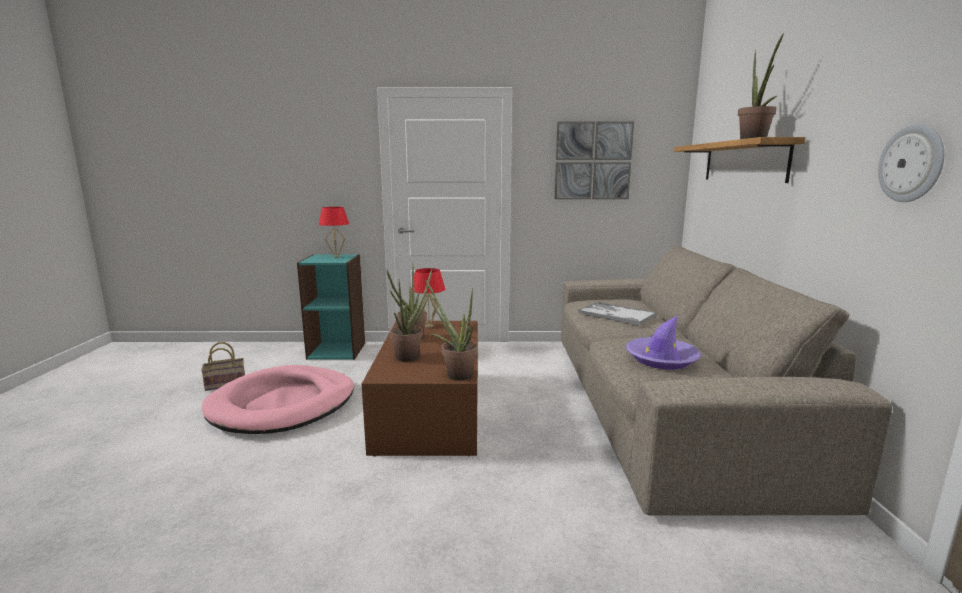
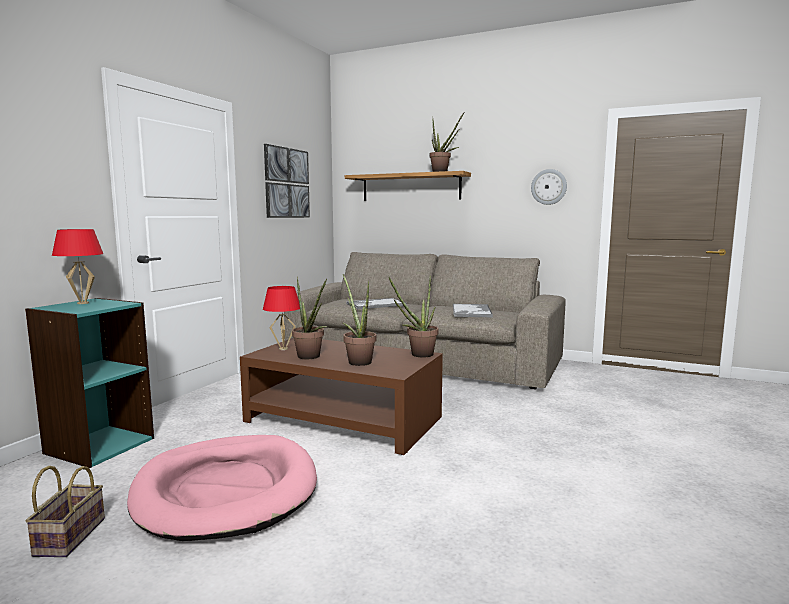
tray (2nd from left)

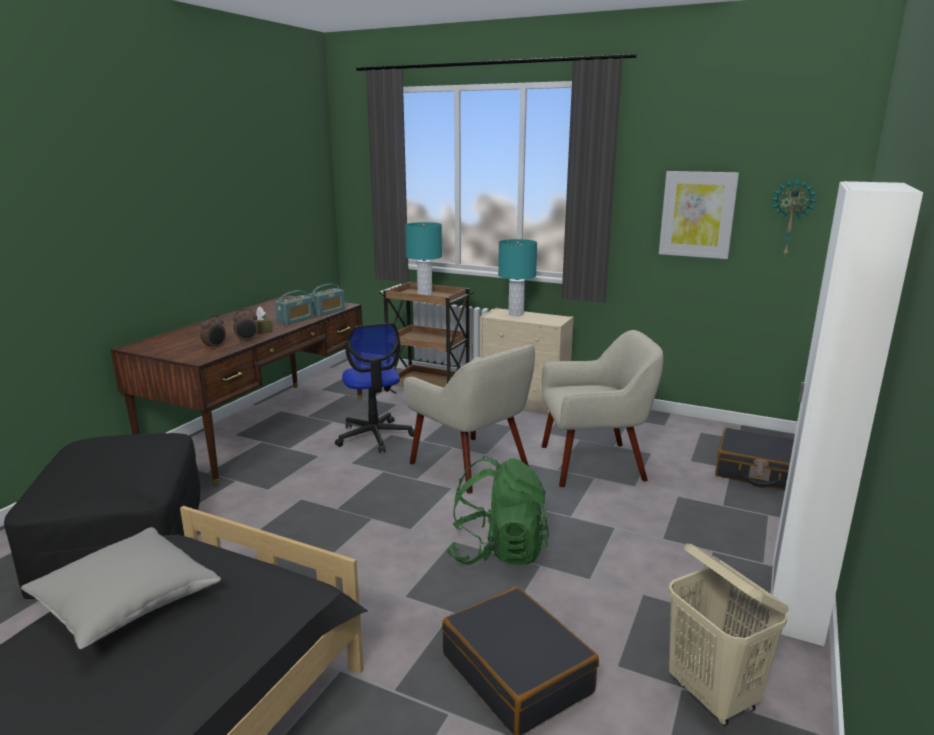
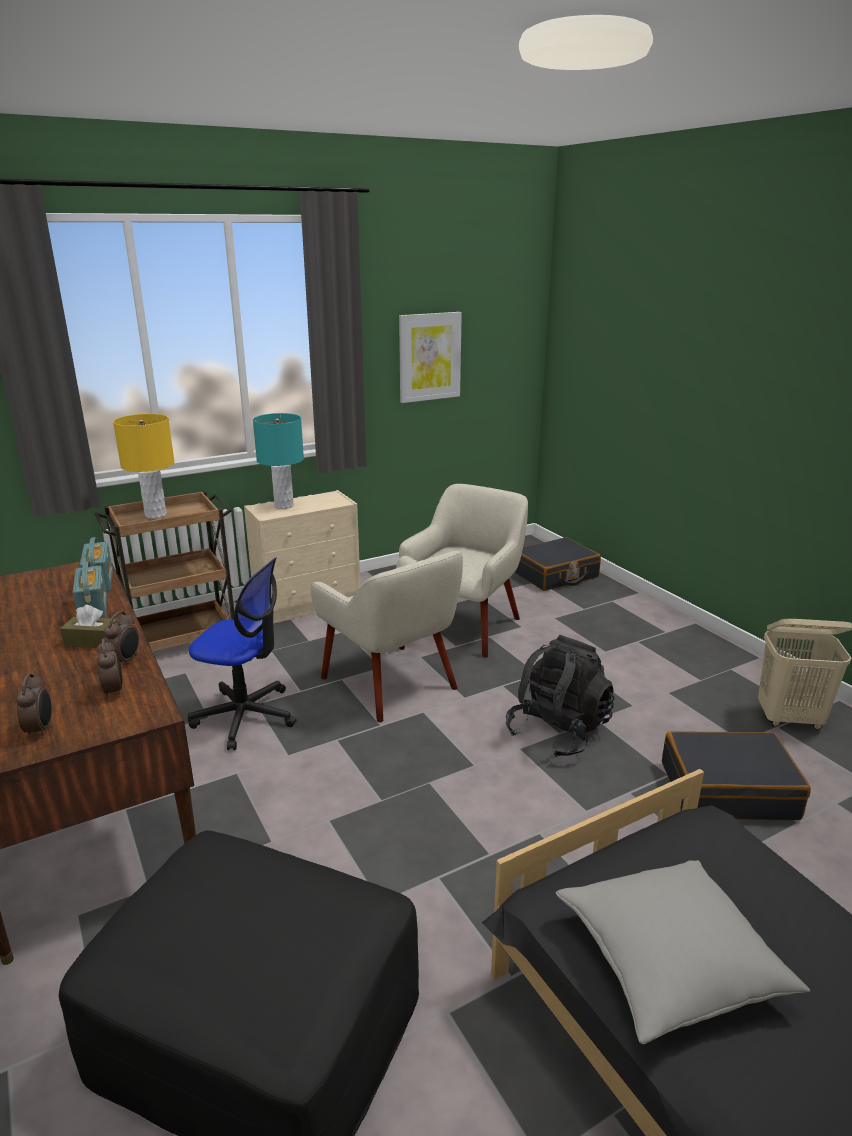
hanging clock
white-coloured clothes cupboard
yellow-coloured table lamp
beige-coloured armchair (1st from left)
blackish knapsack
alarm clock (1st from left)

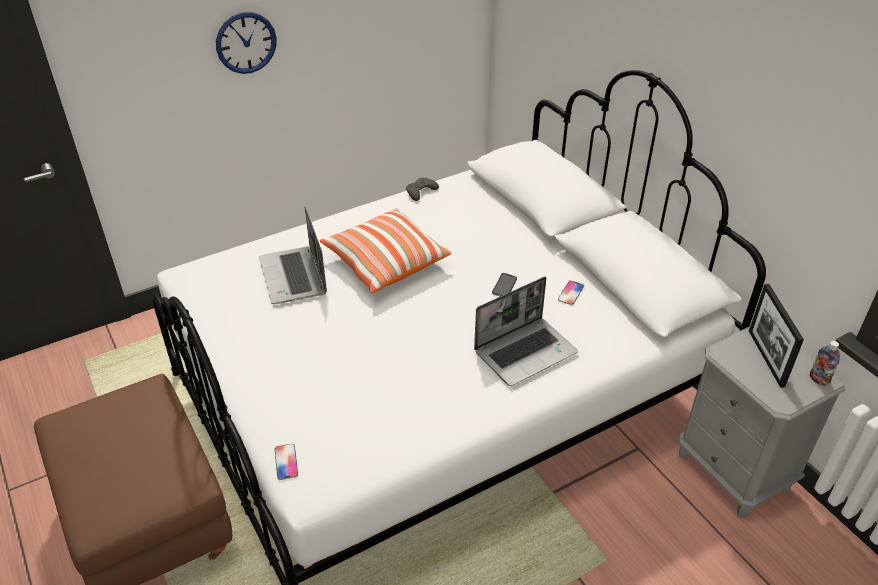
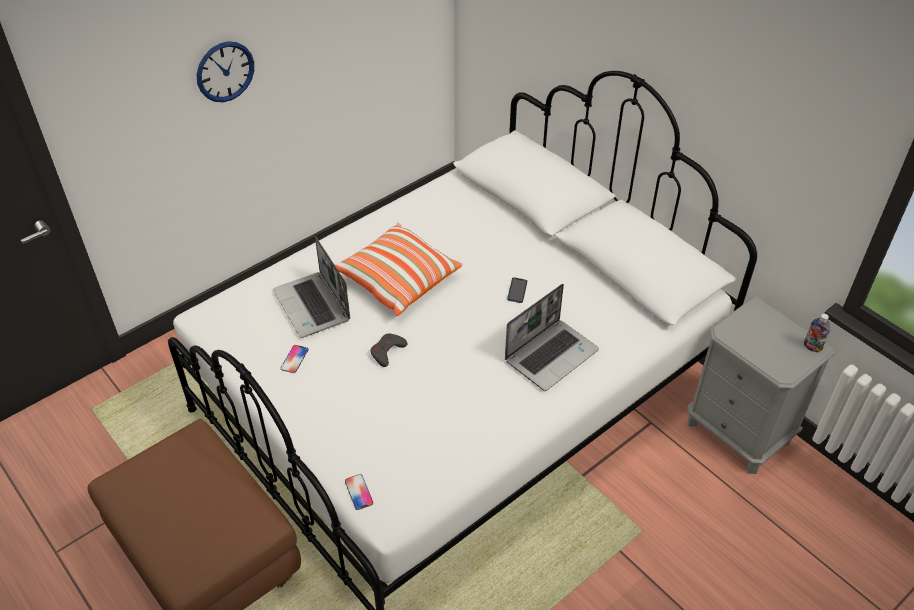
greyish gamepad
telephone (1st from left)
picture frame

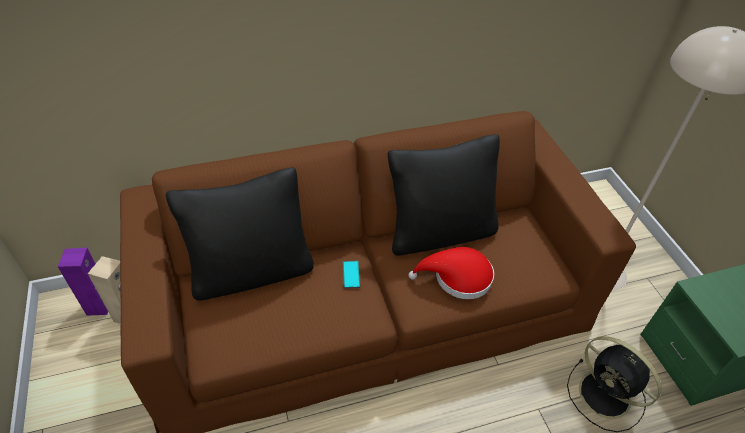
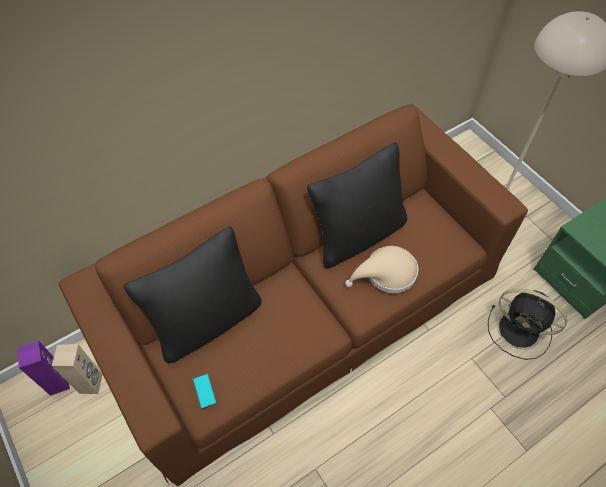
beige-coloured wearable hat
telephone

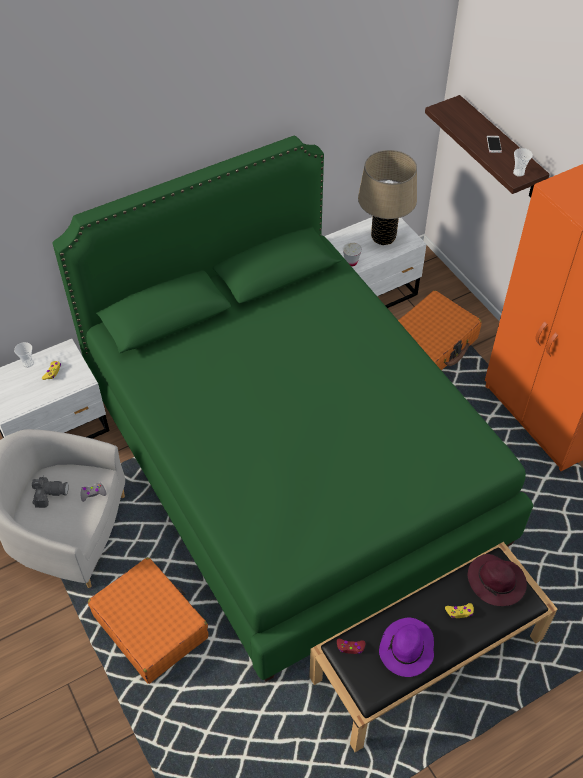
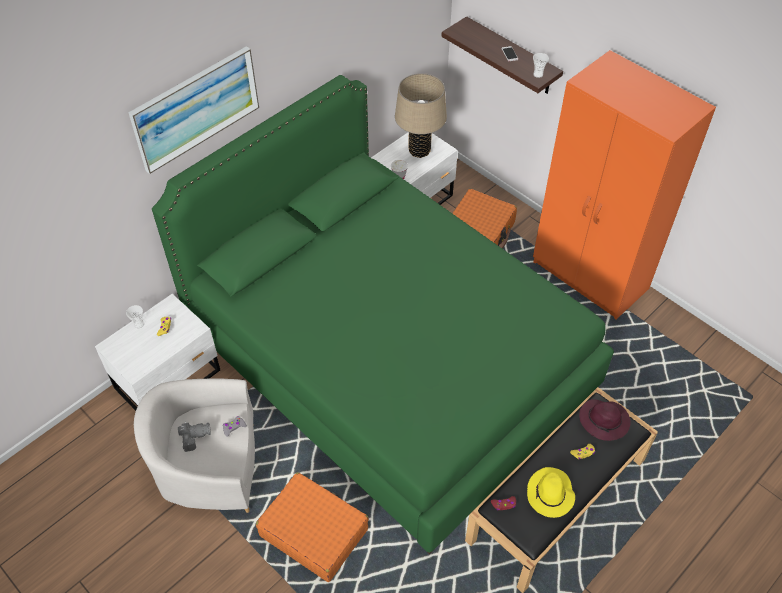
yellow-coloured wearable hat
wall art

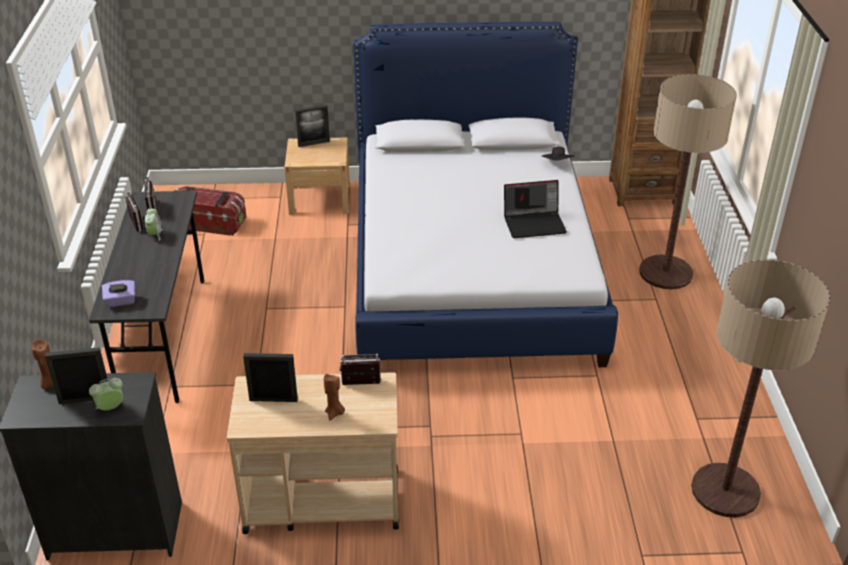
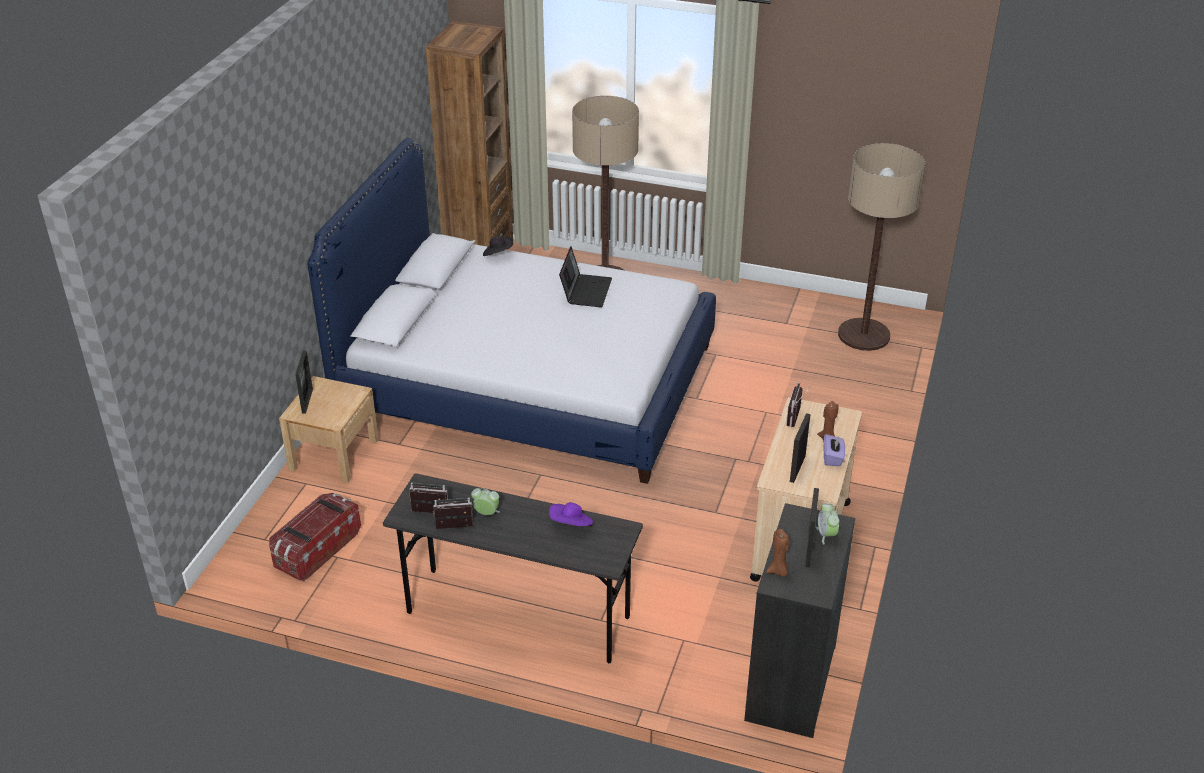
purple tissue holder
purple wearable hat

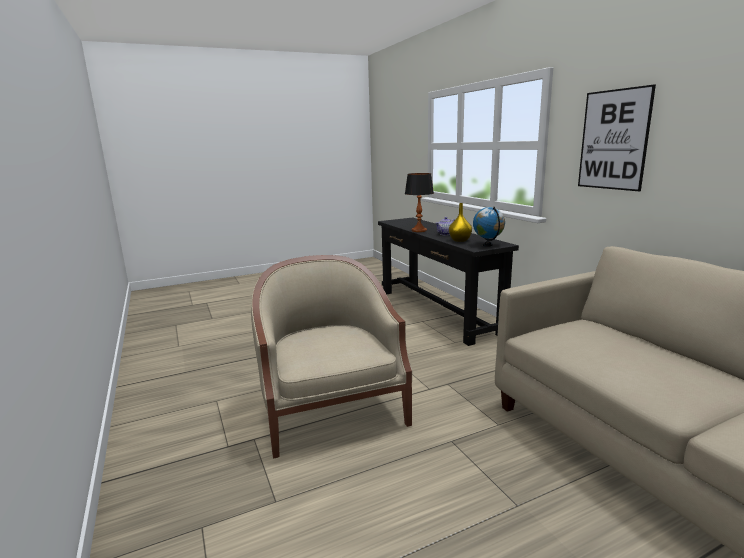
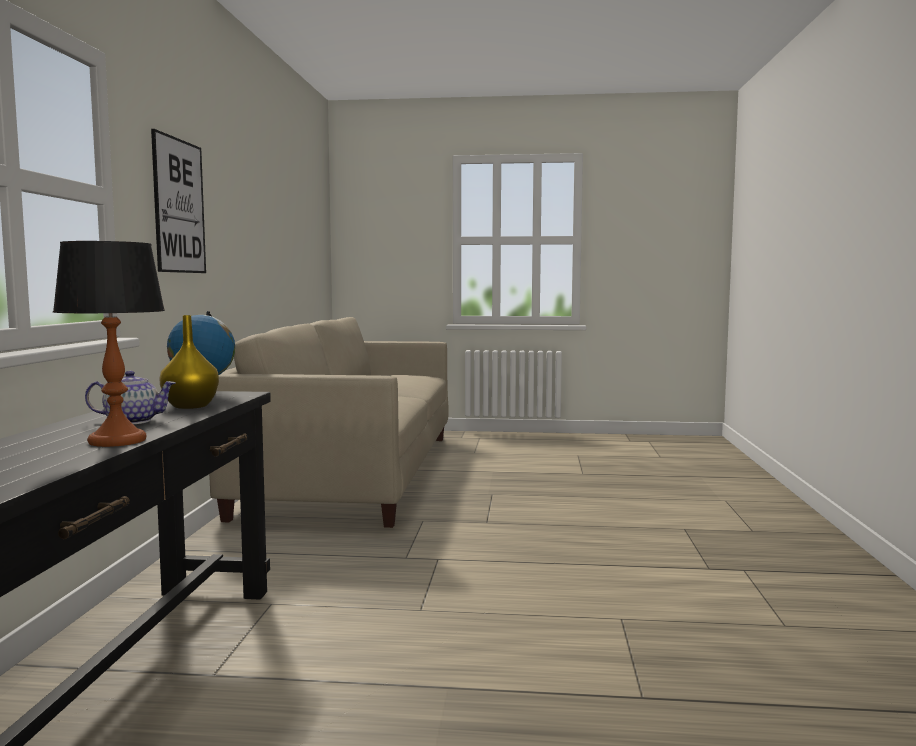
beige-coloured armchair

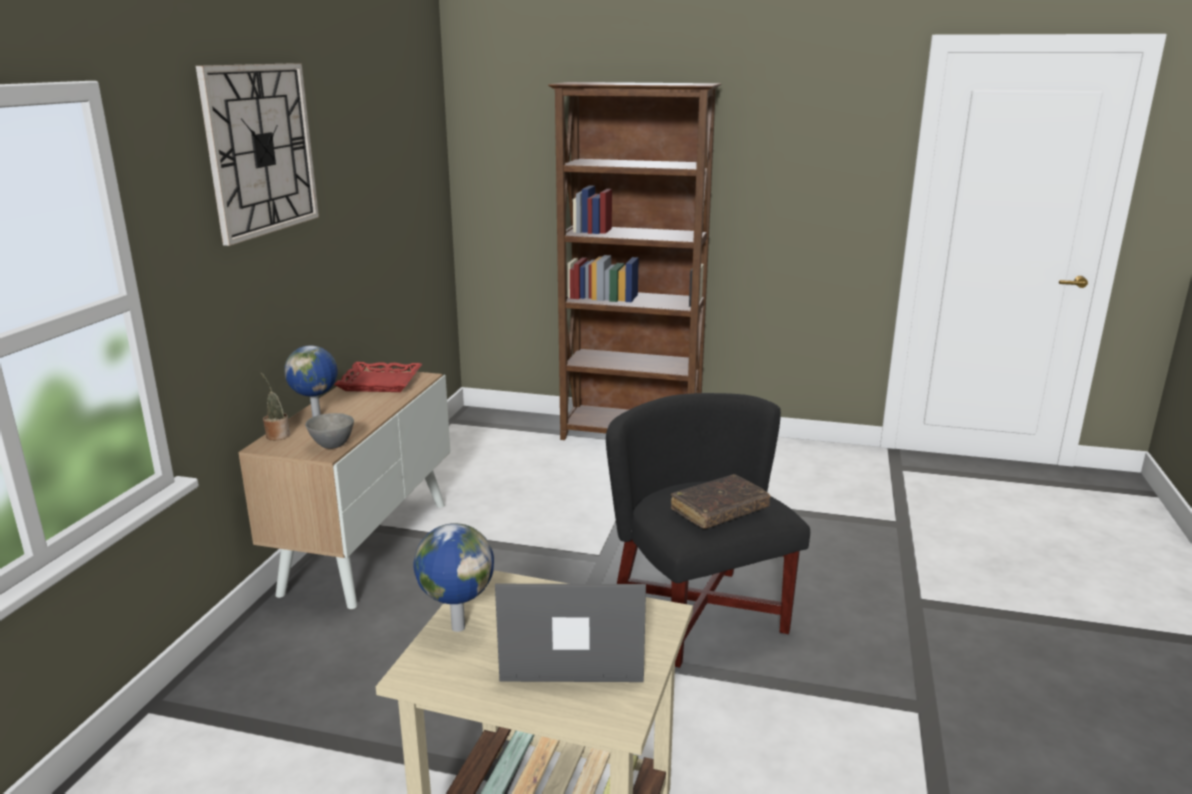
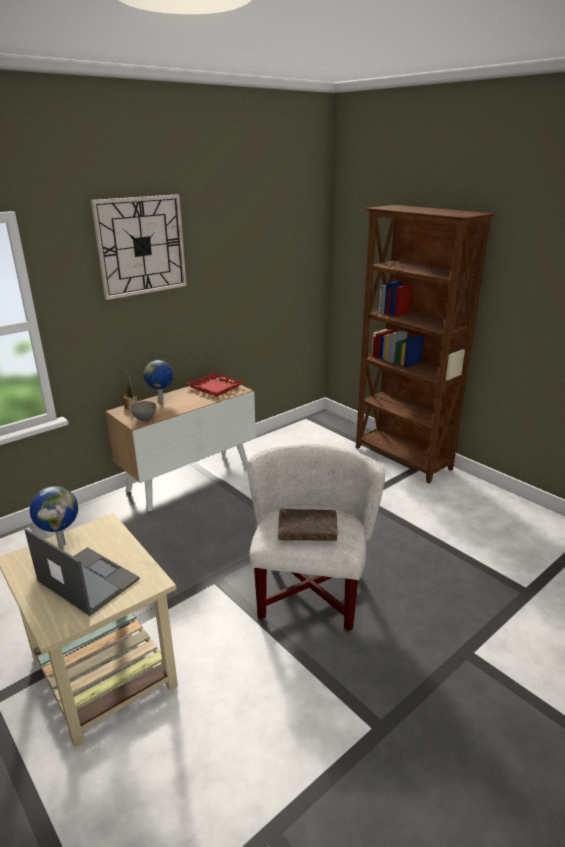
white-coloured armchair

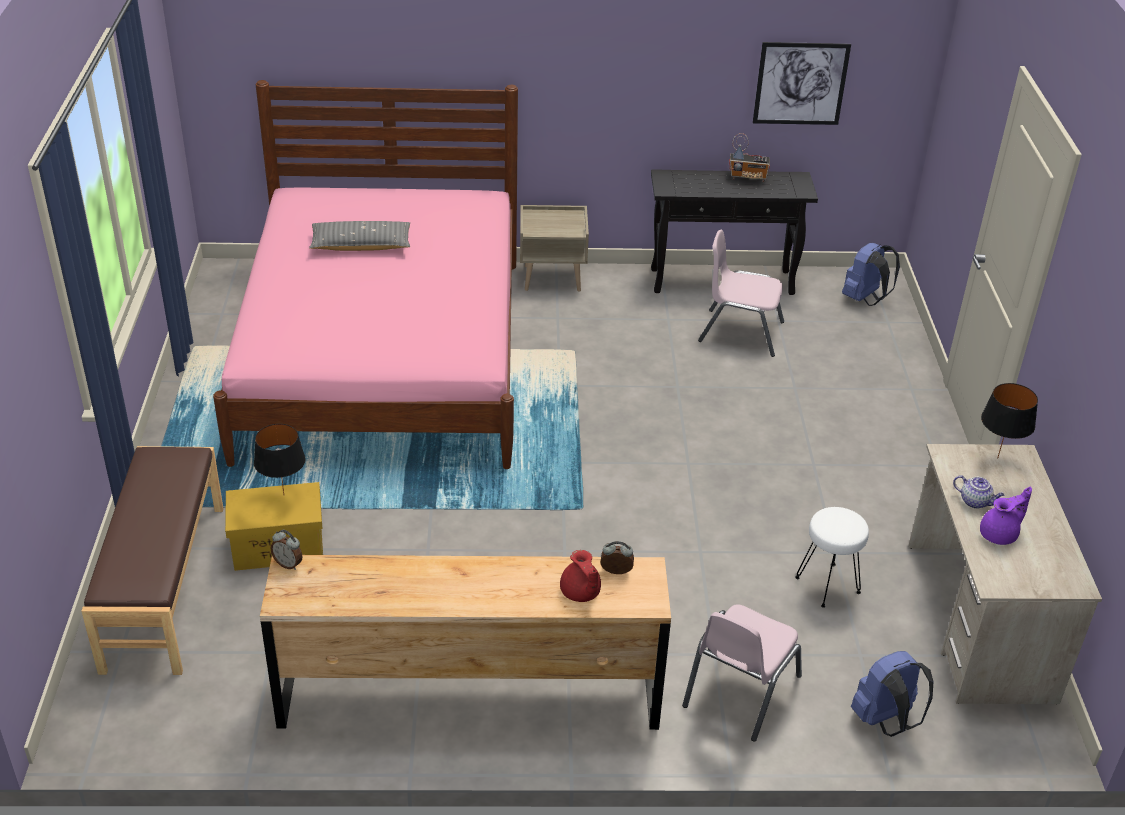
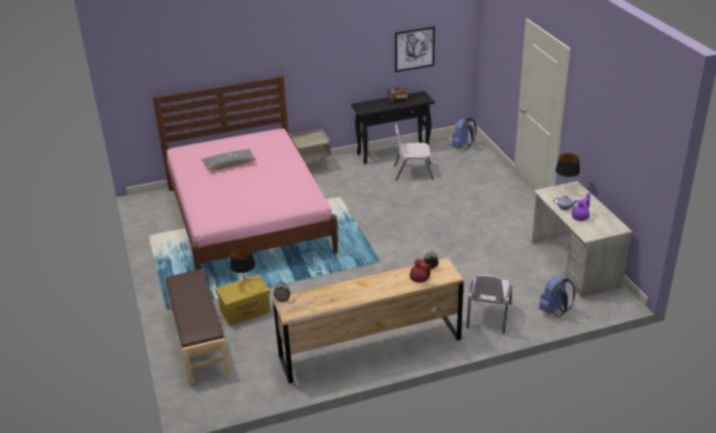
white-coloured stool seat

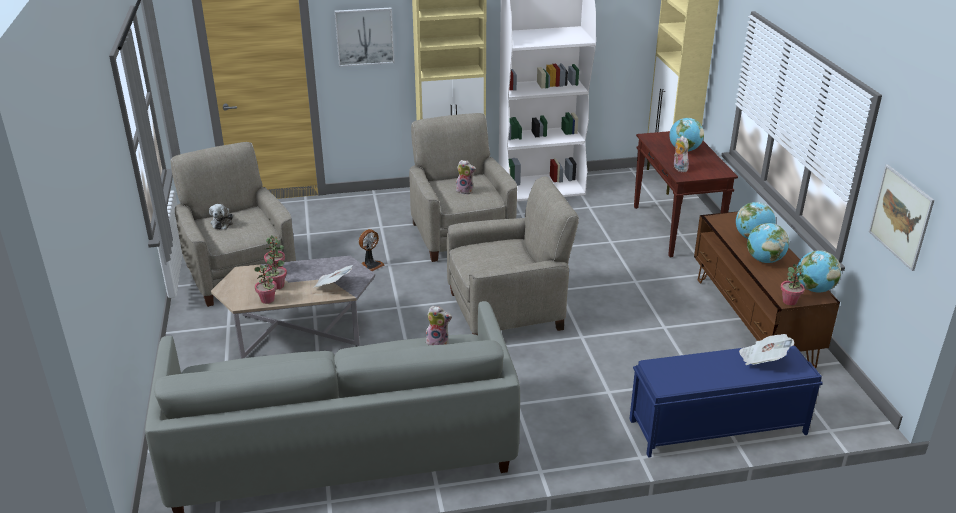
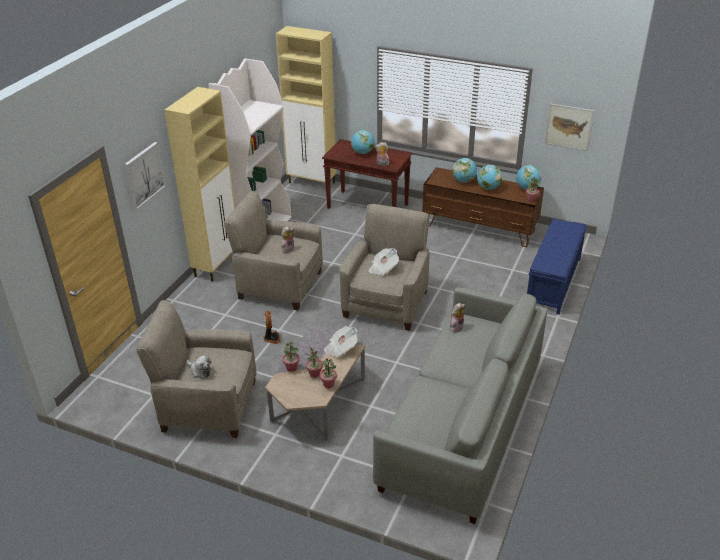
newspaper (2nd from left)

